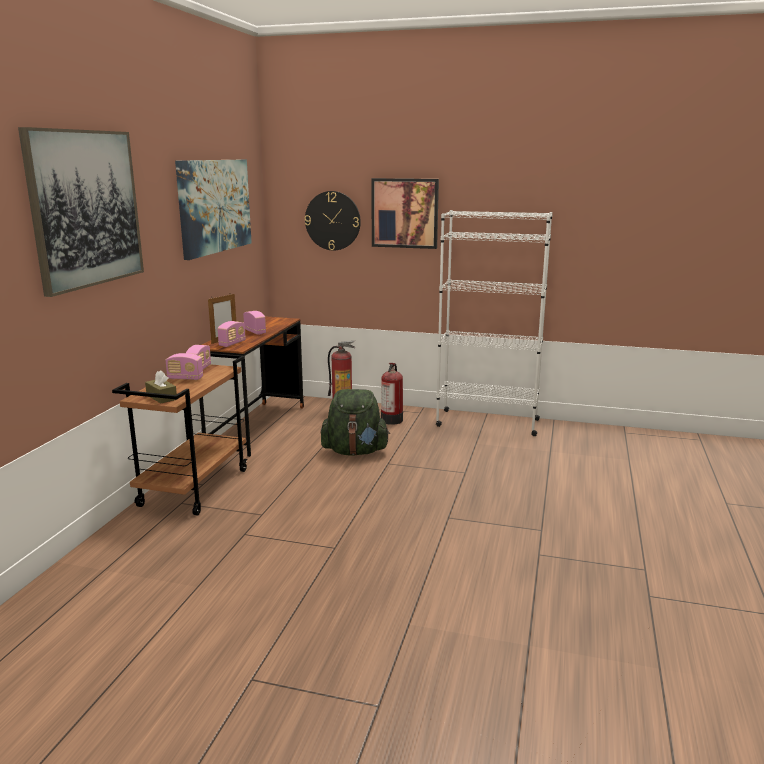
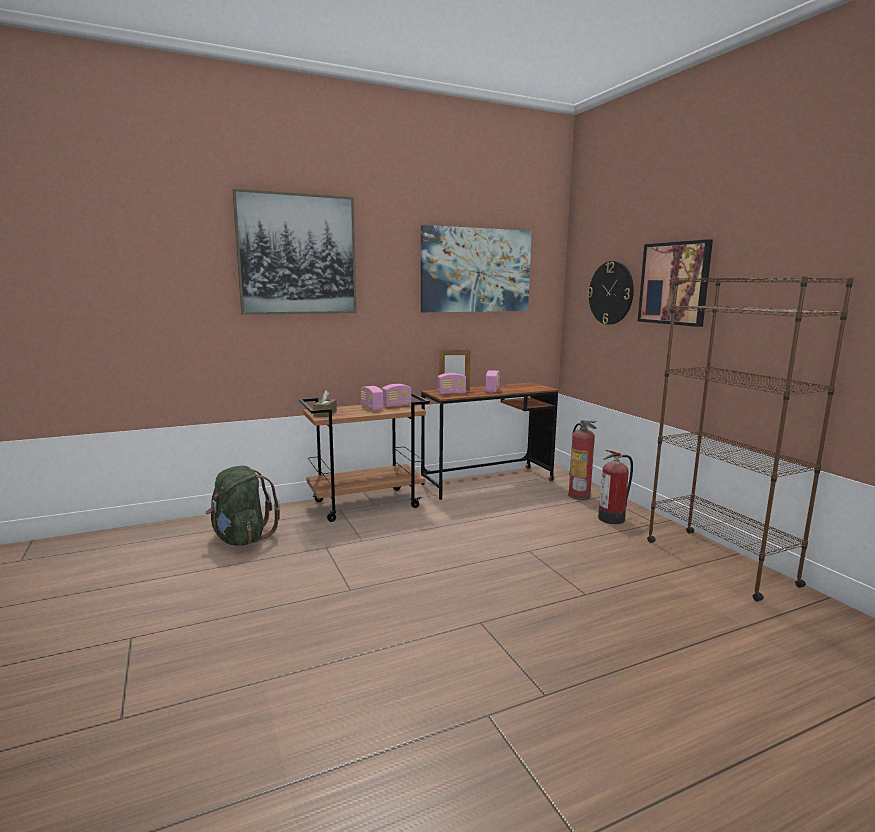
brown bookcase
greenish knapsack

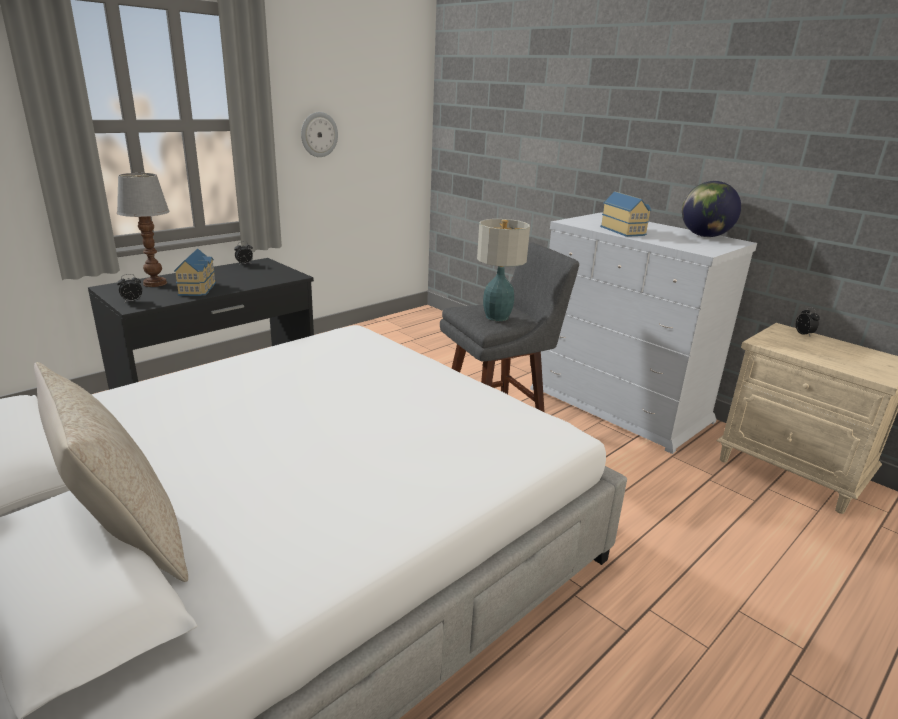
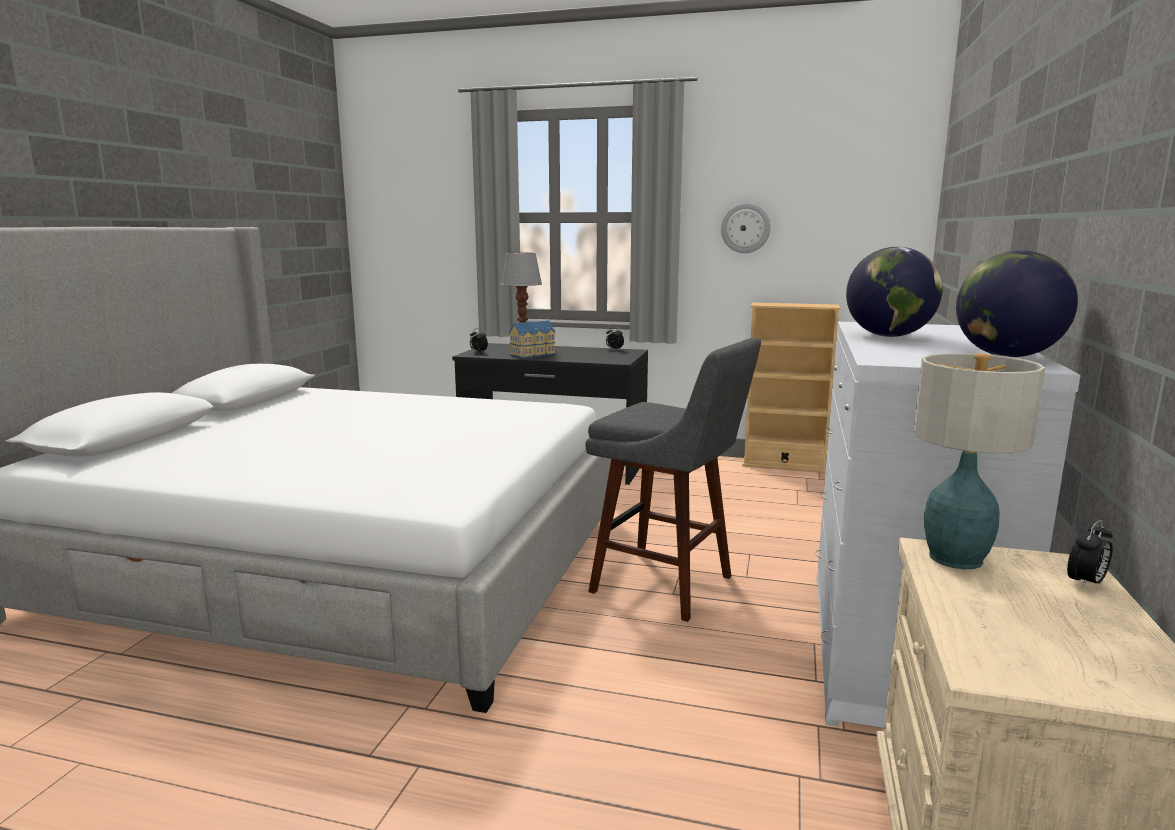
desk globe (1st from left)
table lamp (2nd from left)
beige-coloured pillow
beige-coloured bookcase

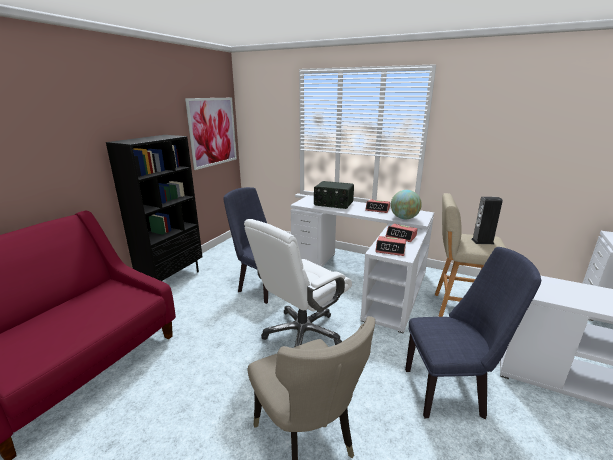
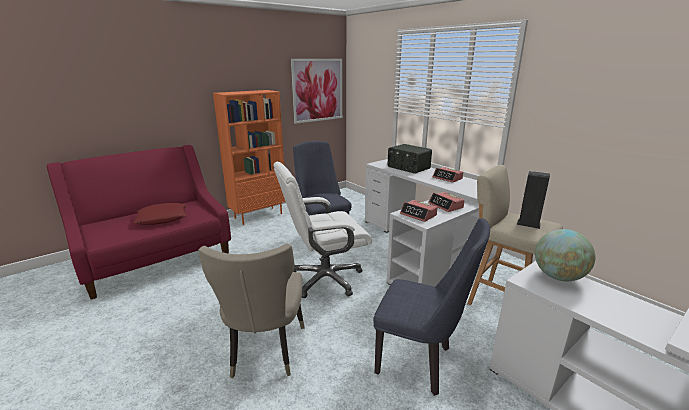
orange bookcase
desk globe
red-coloured pillow

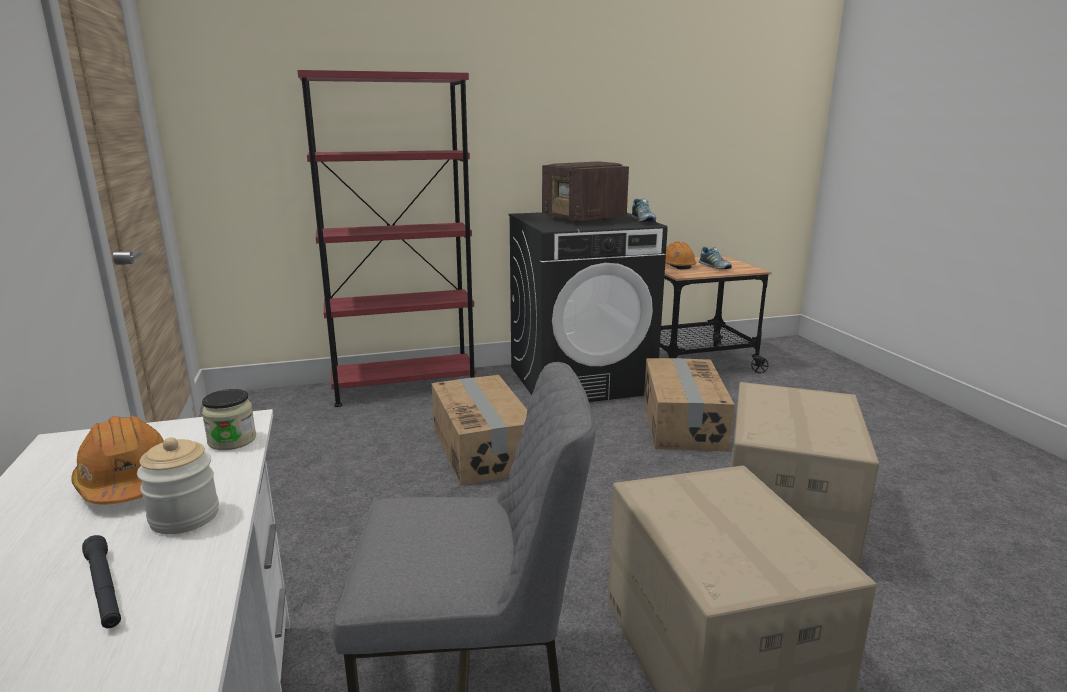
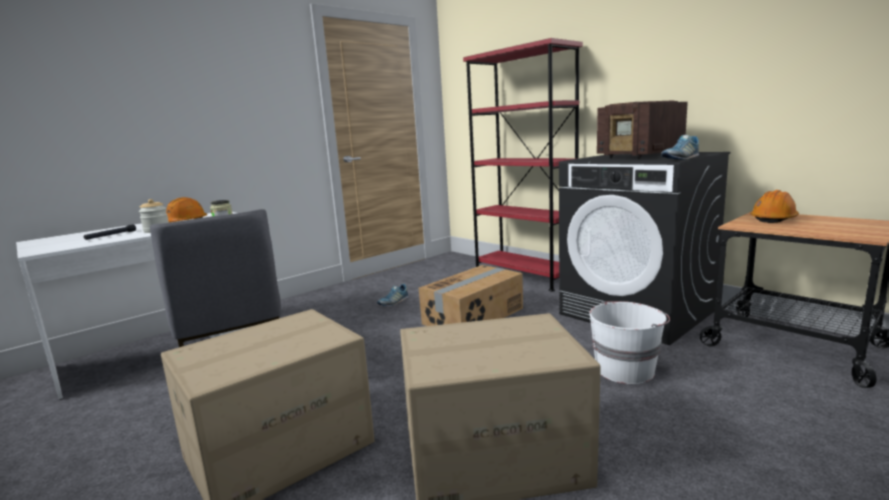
radio receiver
shoe (1st from left)
white-coloured bucket

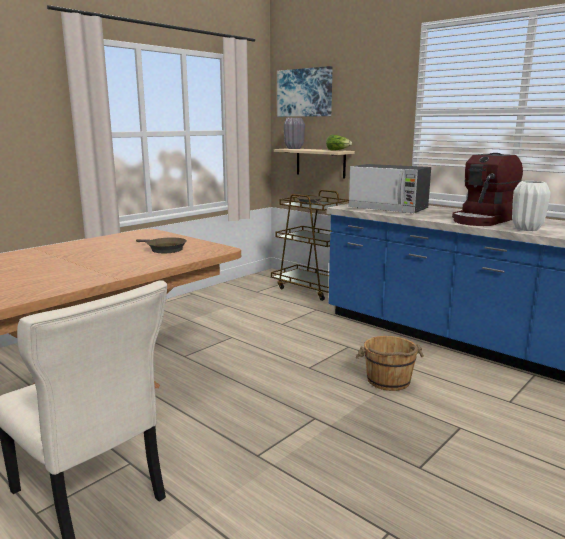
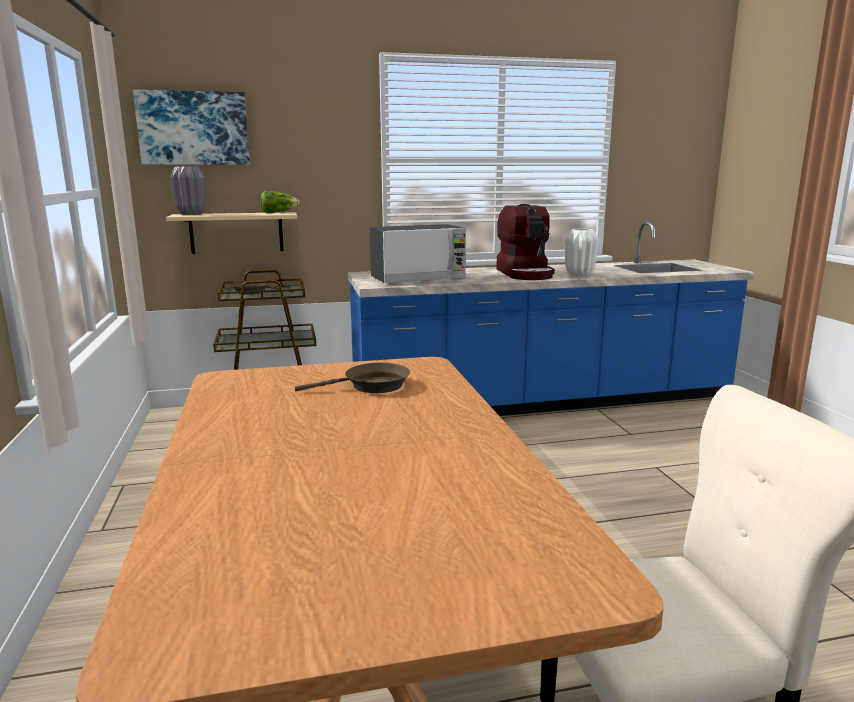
brown bucket

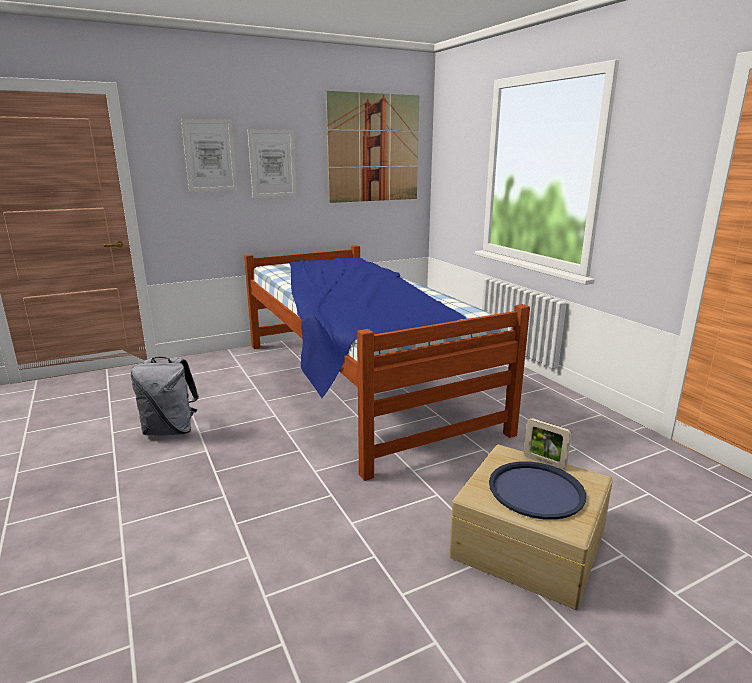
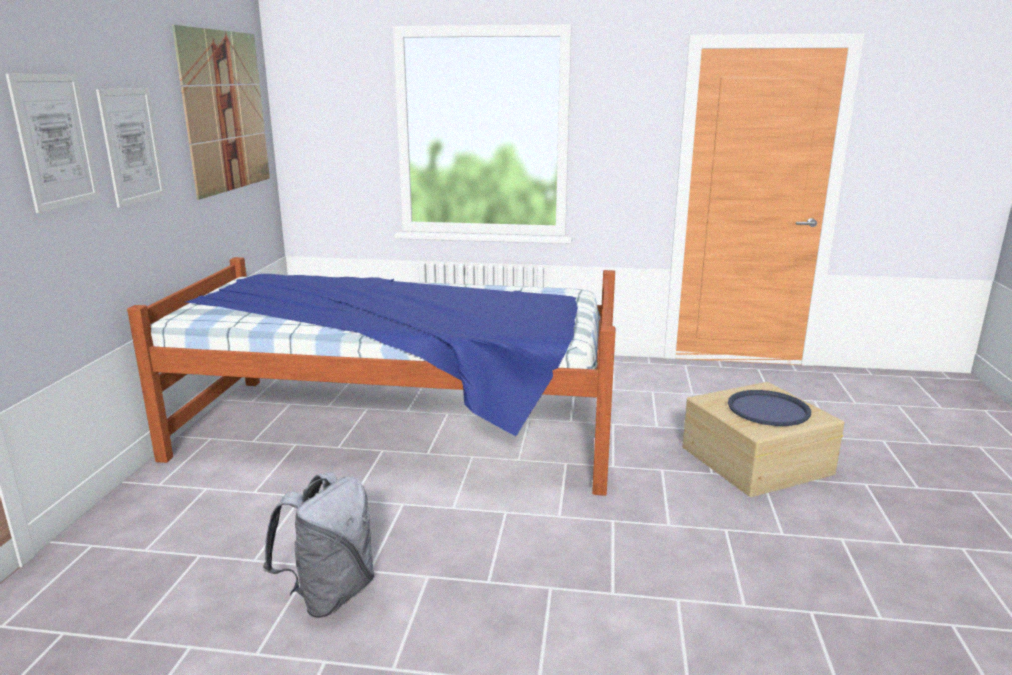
picture frame

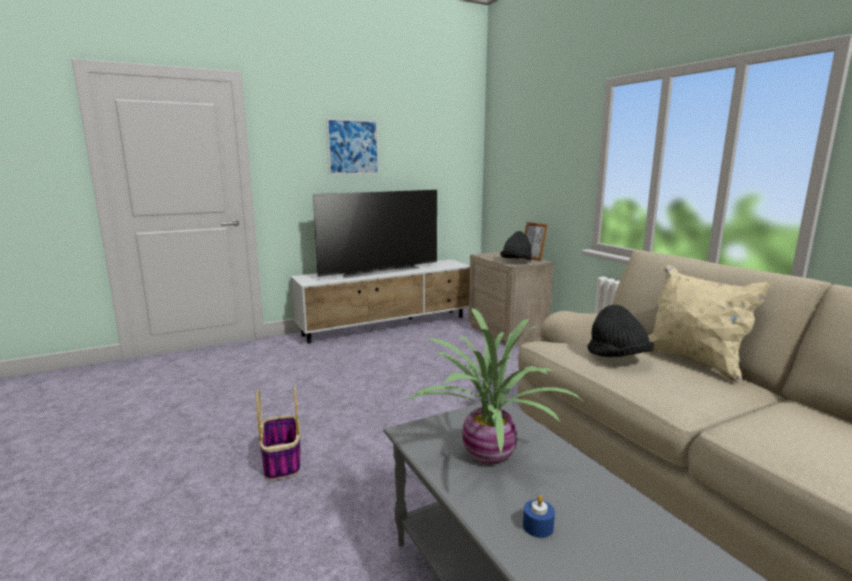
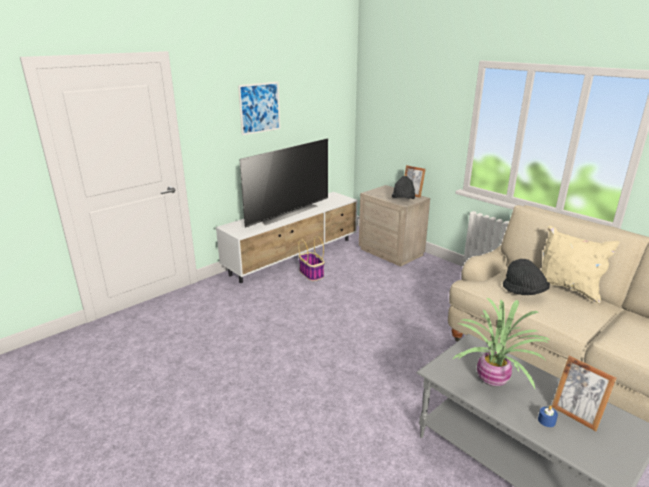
storage basket
picture frame (2nd from left)

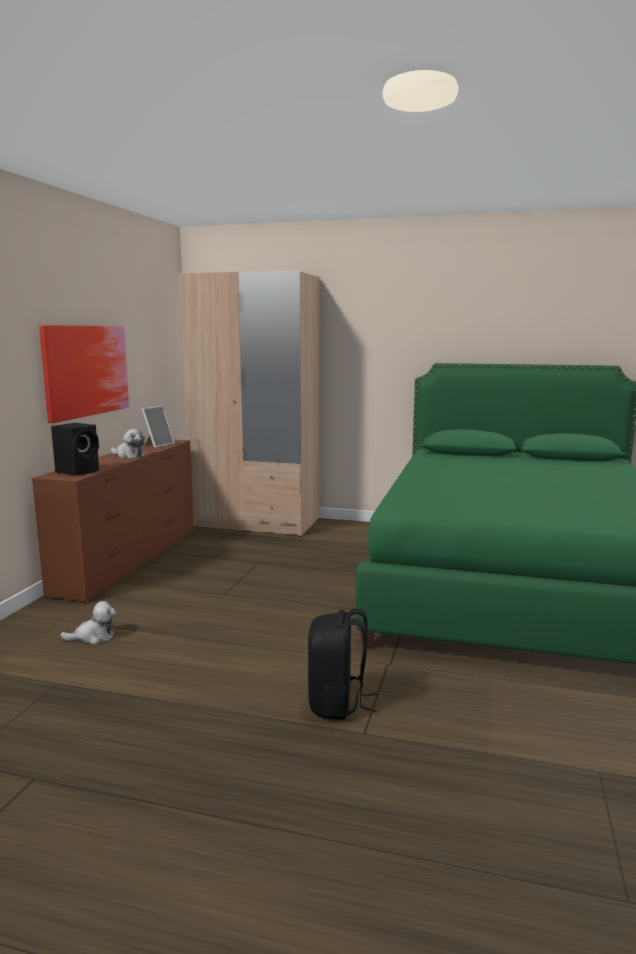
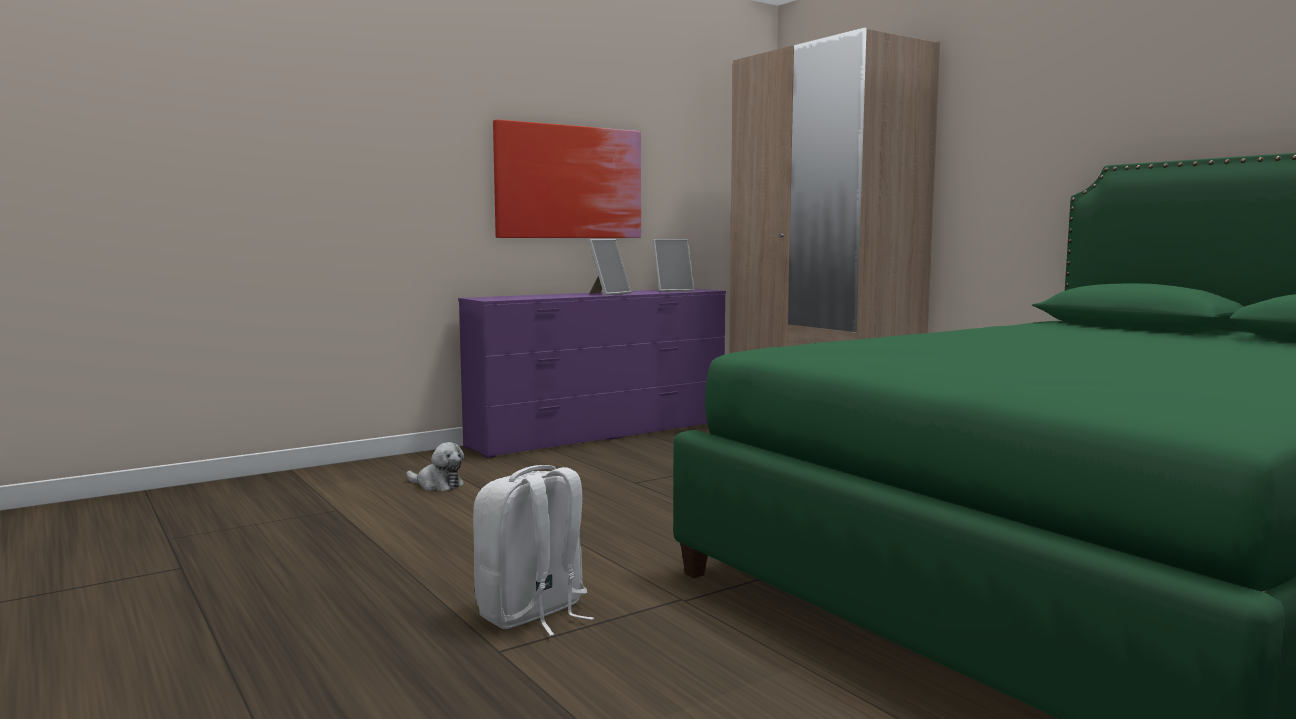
blackish loudspeaker
picture frame (1st from left)
purple chest of drawers
white-coloured knapsack

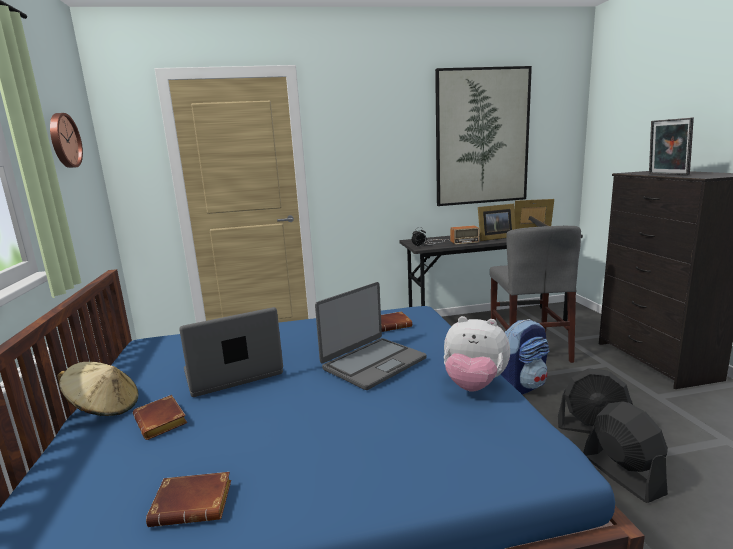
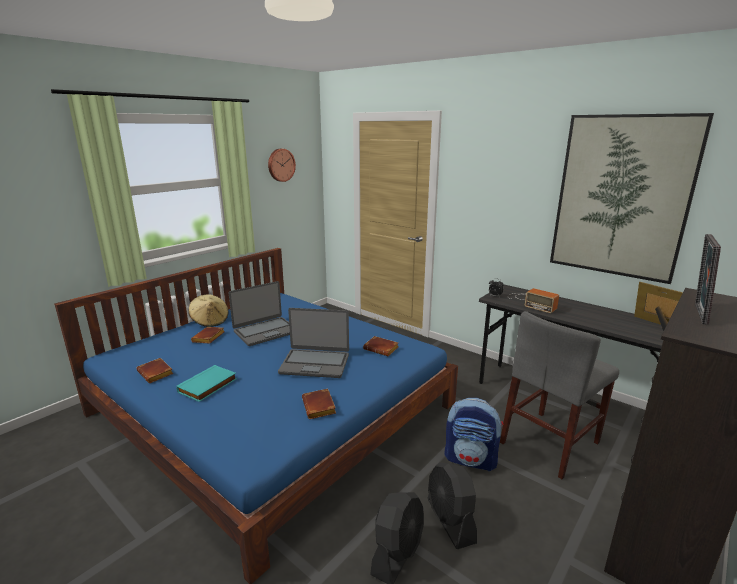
picture frame (1st from left in the first image)
portable computer (1st from left)
brown volume (3rd from left)
blue-green volume

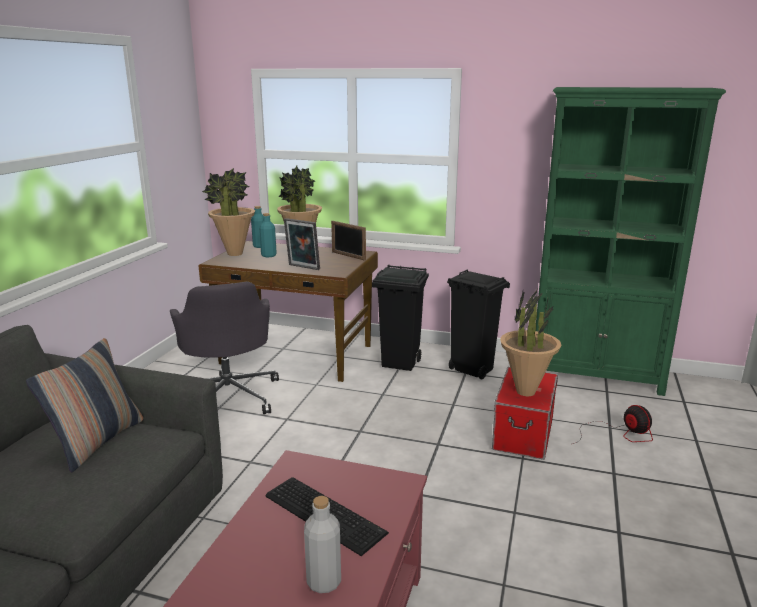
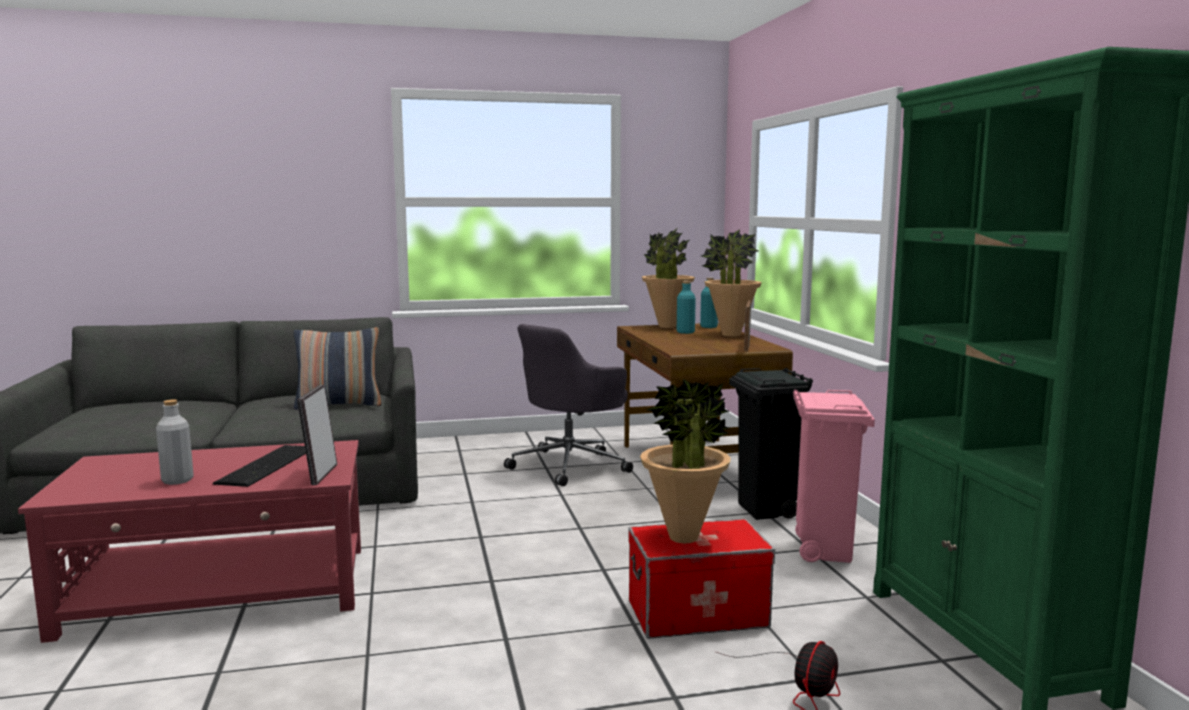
picture frame (1st from left)
pink-coloured waste bin

